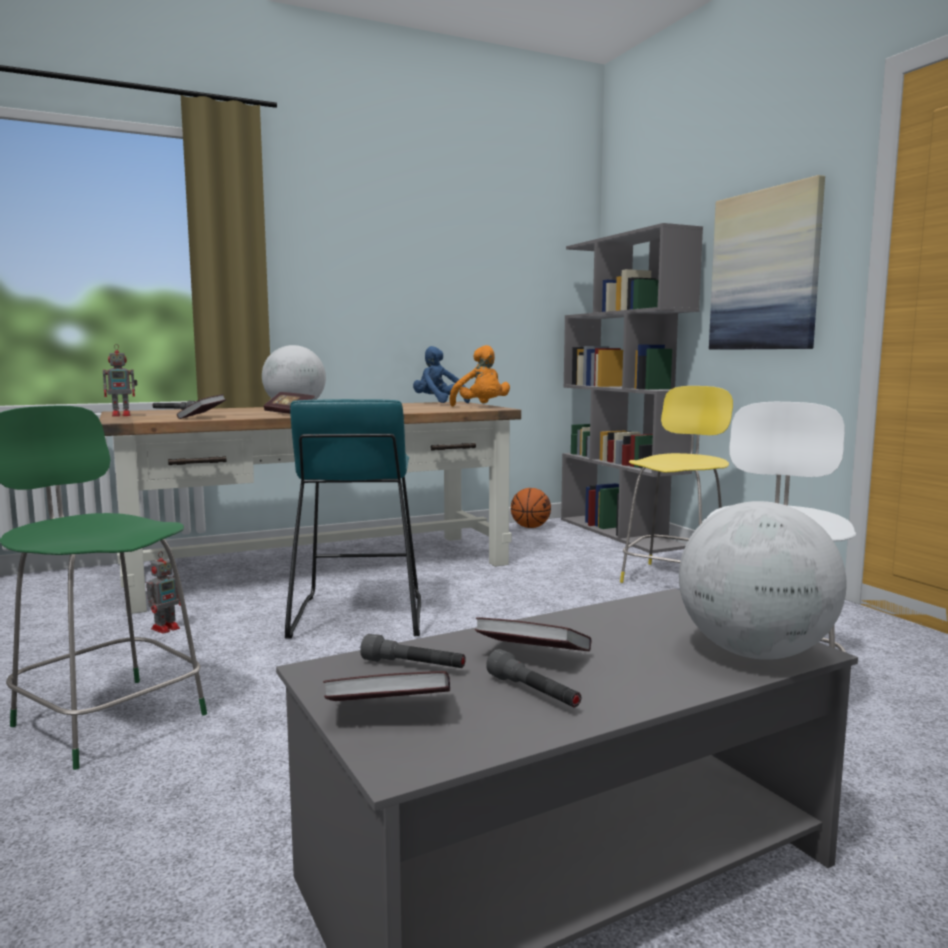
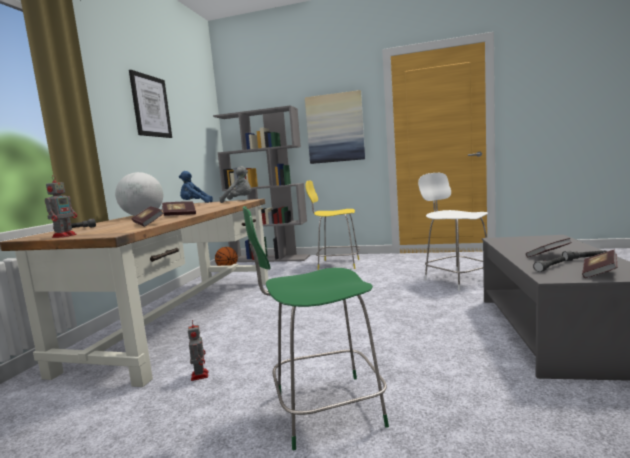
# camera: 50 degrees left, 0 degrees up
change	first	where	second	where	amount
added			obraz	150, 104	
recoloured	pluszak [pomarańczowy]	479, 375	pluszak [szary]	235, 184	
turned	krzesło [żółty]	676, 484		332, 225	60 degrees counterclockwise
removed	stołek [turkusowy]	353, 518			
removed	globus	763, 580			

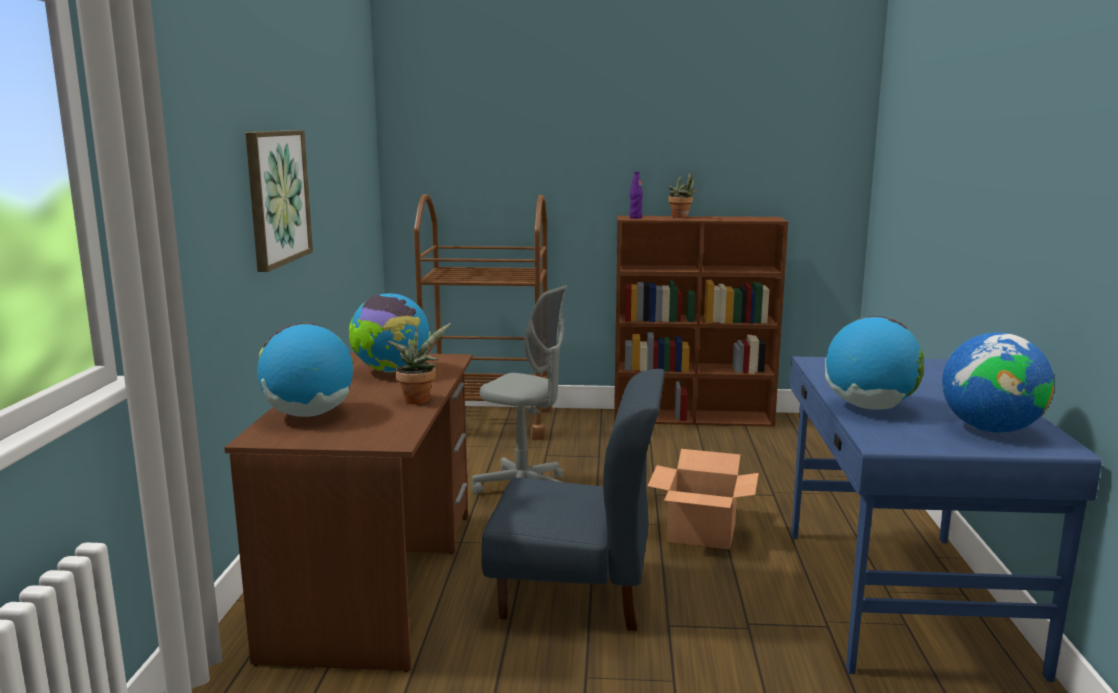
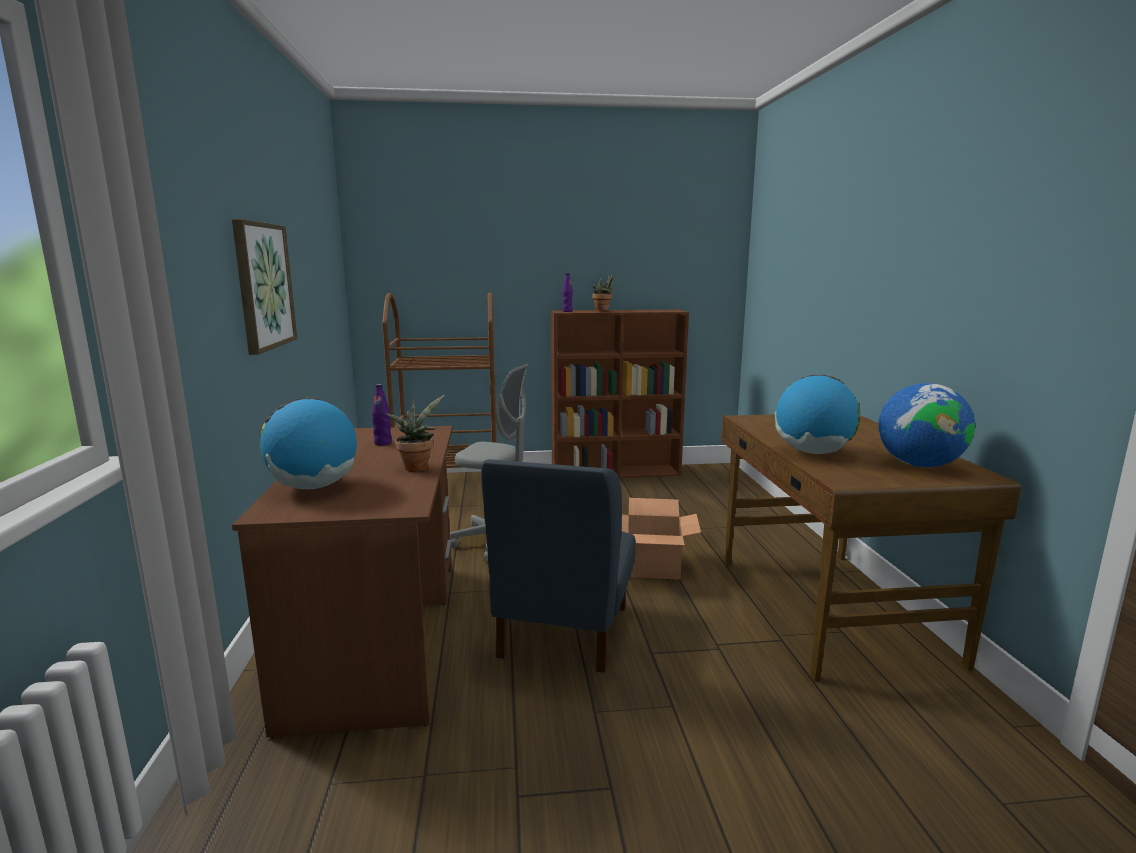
# camera: 10 degrees left, 0 degrees up
change	first	where	second	where	amount
replaced	globus	390, 332	butelka [fioletowy]	382, 414	
turned	krzesło [niebieski]	573, 500		558, 566	105 degrees clockwise
recoloured	biurko [niebieski]	946, 519	biurko [brązowy]	871, 548	

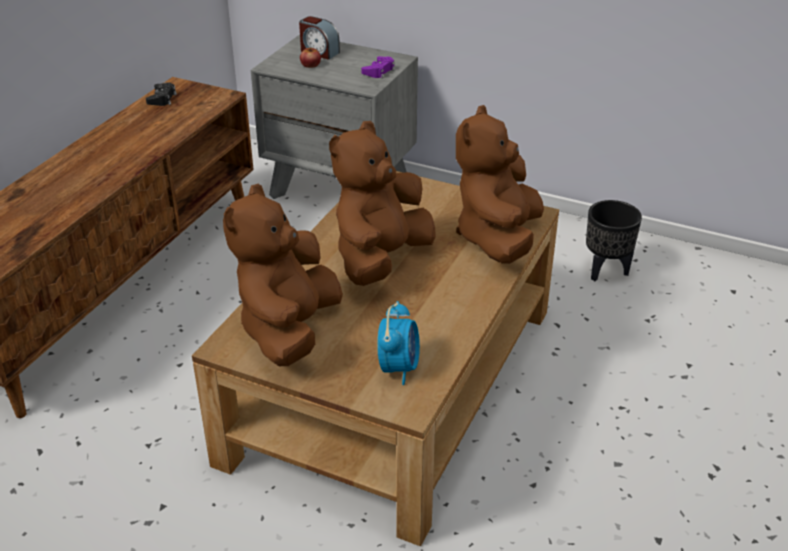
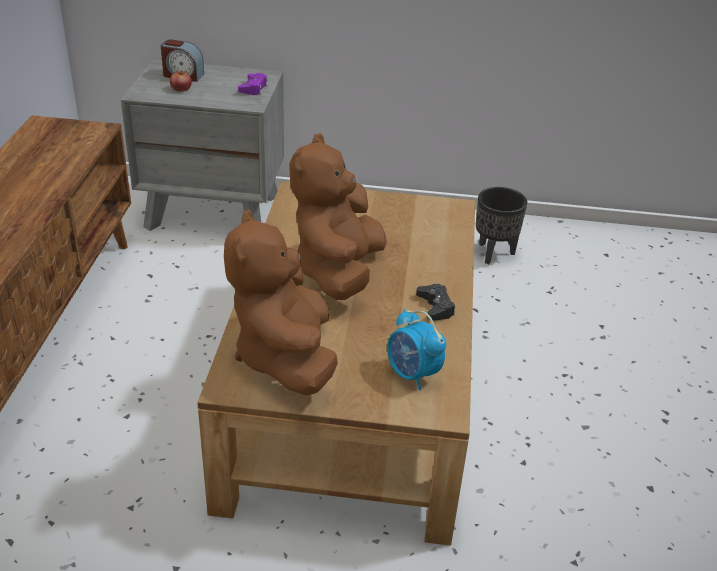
# camera: 20 degrees left, 0 degrees up
change	first	where	second	where	amount
turned	budzik	398, 343		416, 350	150 degrees clockwise
moved	pad do gier [czarny]	161, 94		435, 302	
removed	pluszak [brązowy]	500, 184			

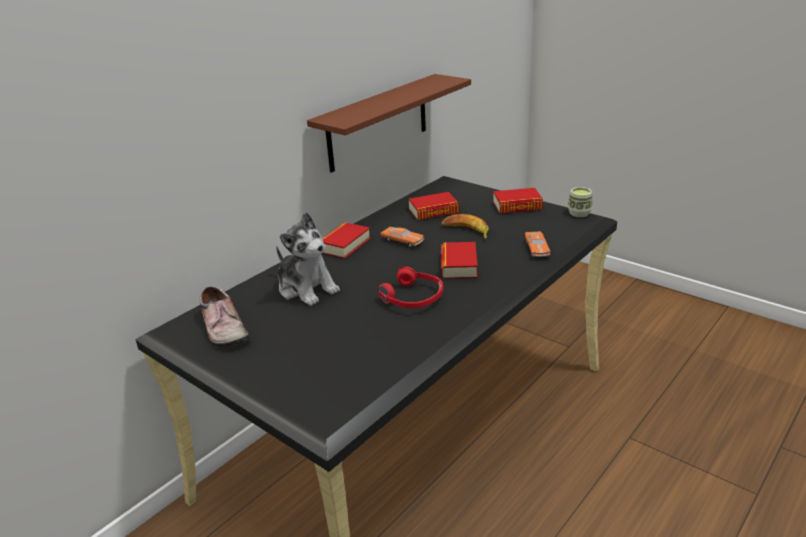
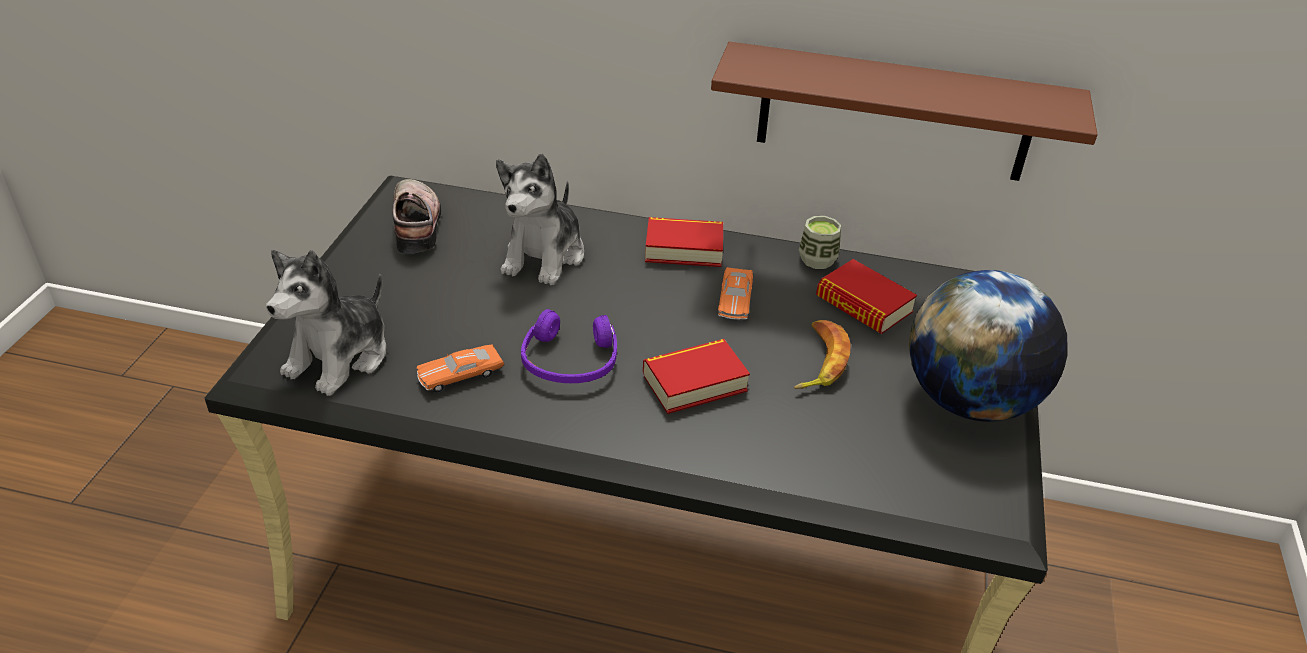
# camera: 60 degrees right, 10 degrees up
change	first	where	second	where	amount
added			pluszak	326, 323	
turned	but	225, 316		416, 216	135 degrees clockwise
moved	samochodzik [pomarańczowy]	538, 244		460, 368	
recoloured	słuchawki [czerwony]	410, 287	słuchawki [fioletowy]	569, 346	
moved	filiżanka	580, 202		820, 242	
replaced	książka	518, 200	globus	988, 346	

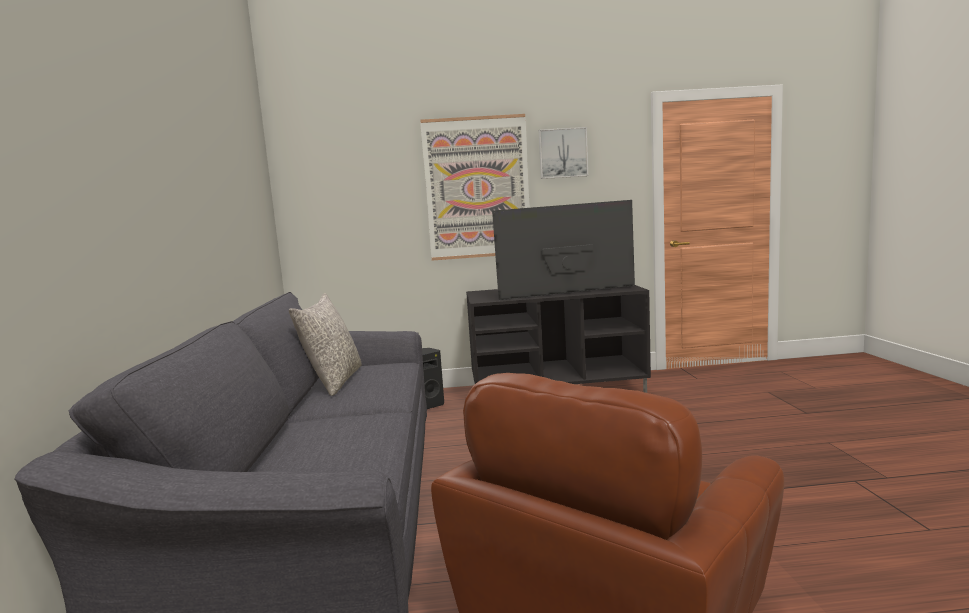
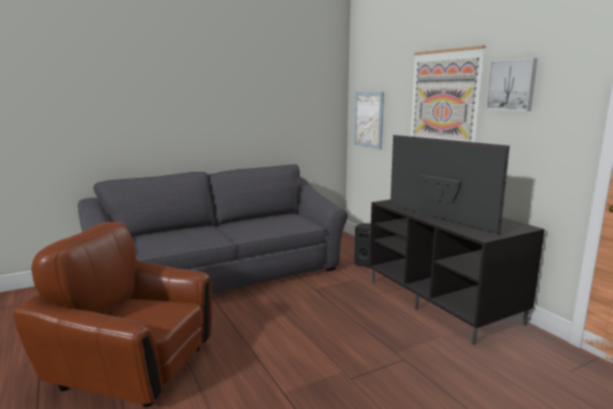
# camera: 65 degrees right, 5 degrees up
change	first	where	second	where	amount
added			obraz	369, 121	
removed	poduszka [szary]	325, 344			

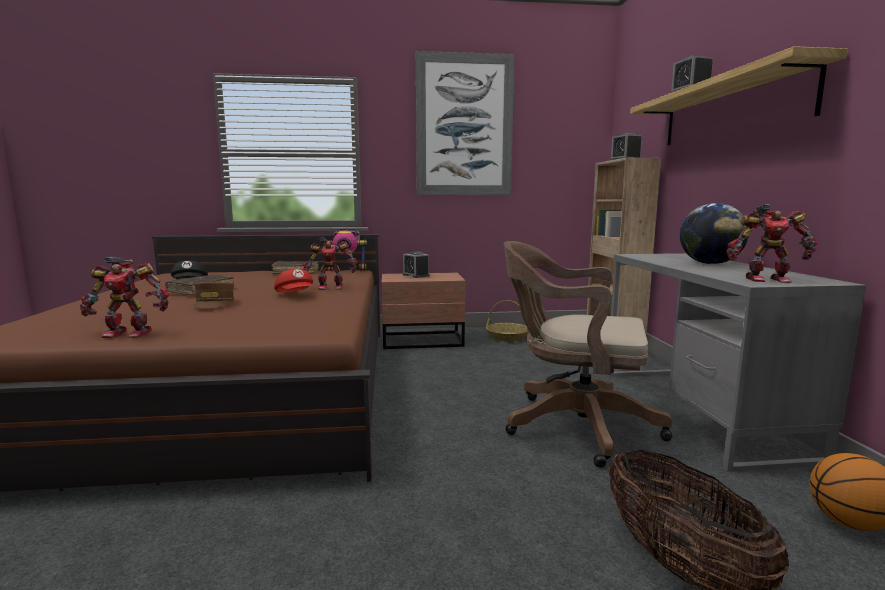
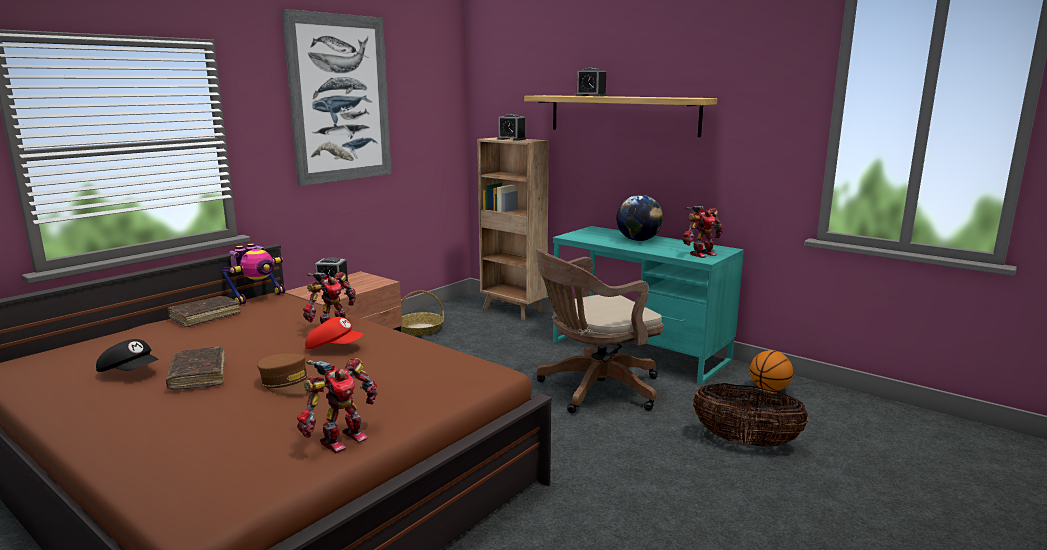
# camera: 45 degrees left, 5 degrees up
change	first	where	second	where	amount
recoloured	biurko [szary]	737, 362	biurko [turkusowy]	648, 305	

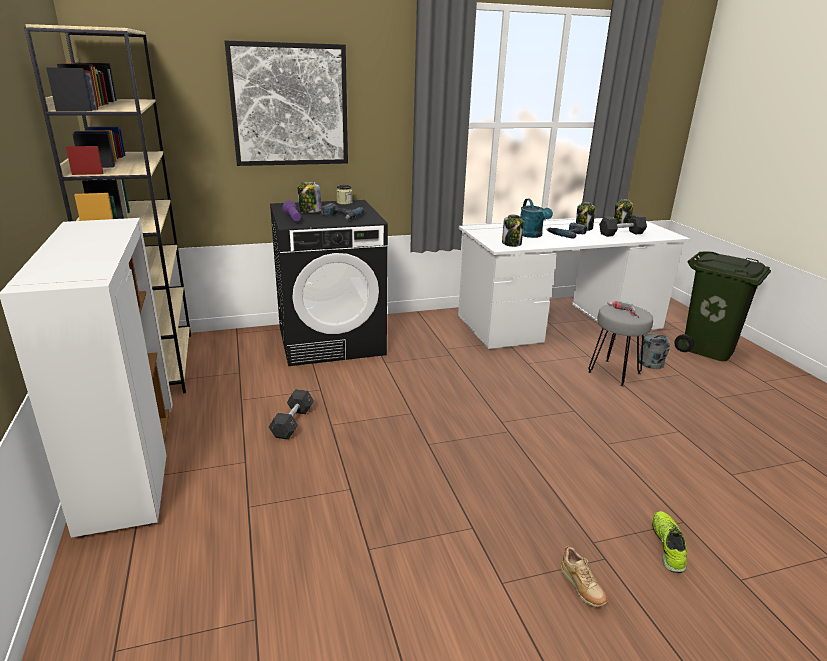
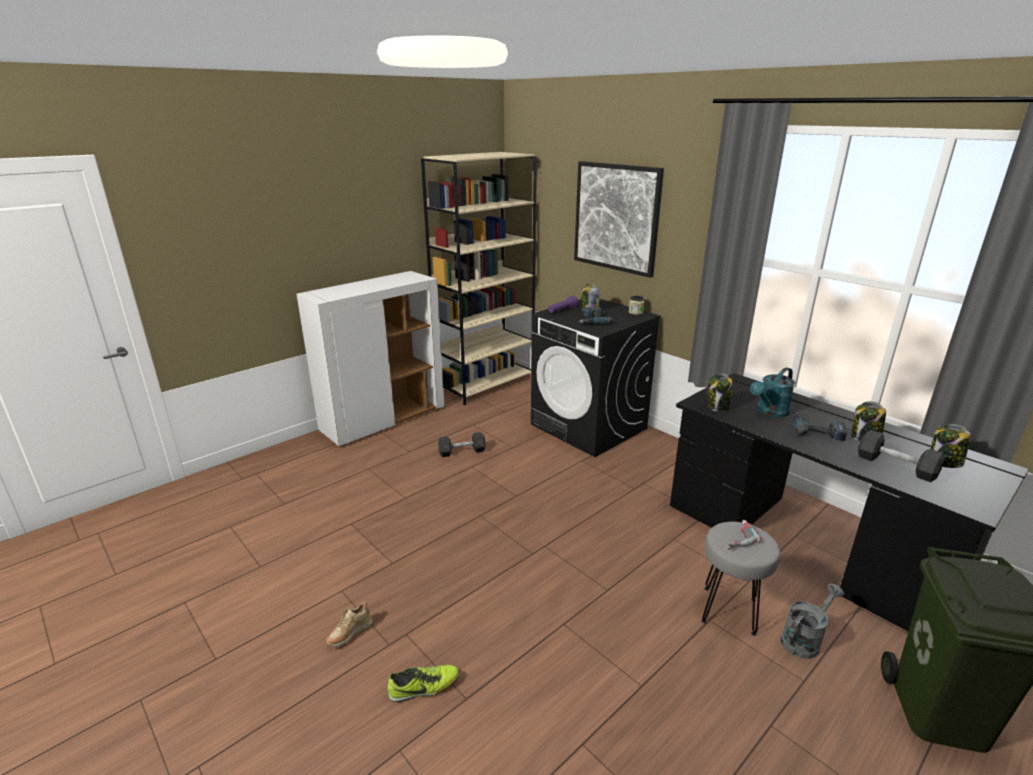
# camera: 65 degrees right, 0 degrees up
change	first	where	second	where	amount
recoloured	biurko [biały]	574, 283	biurko [czarny]	849, 502	

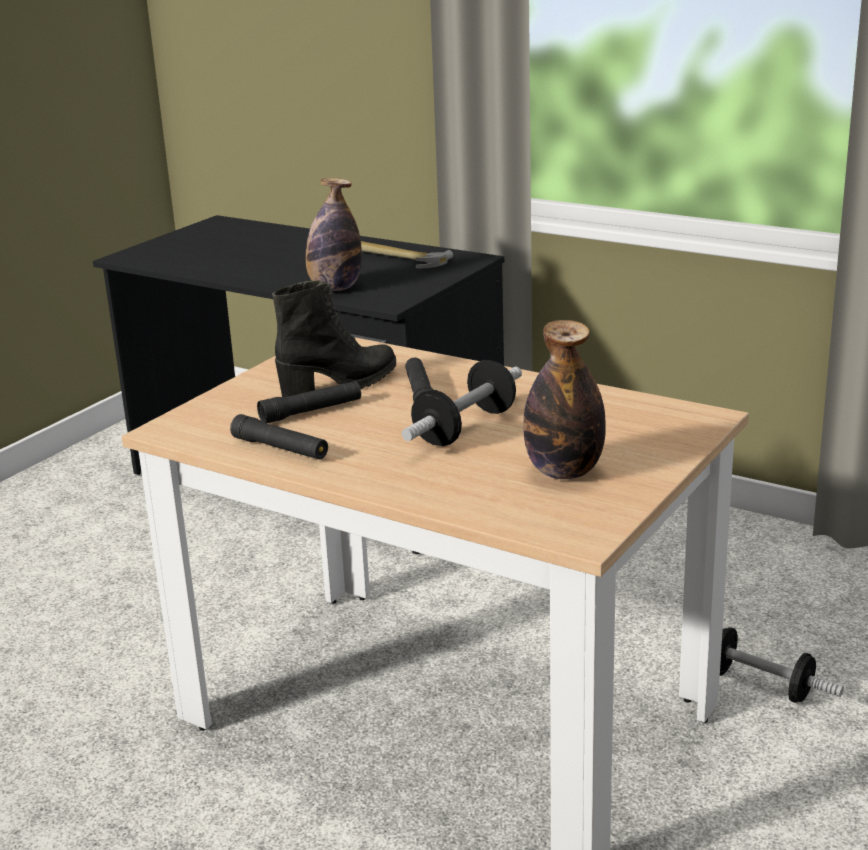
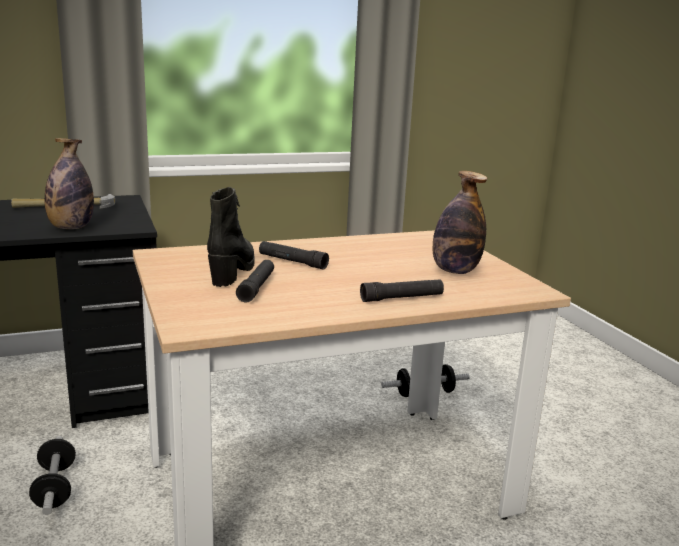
# camera: 55 degrees left, 5 degrees down
change	first	where	second	where	amount
moved	hantel	461, 403		52, 475	
moved	latarka [czarny]	279, 436		402, 290	

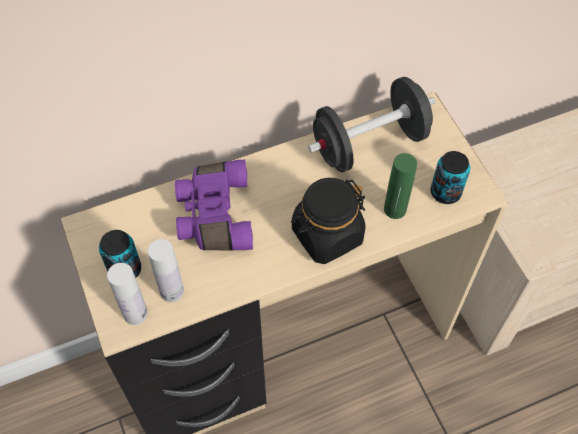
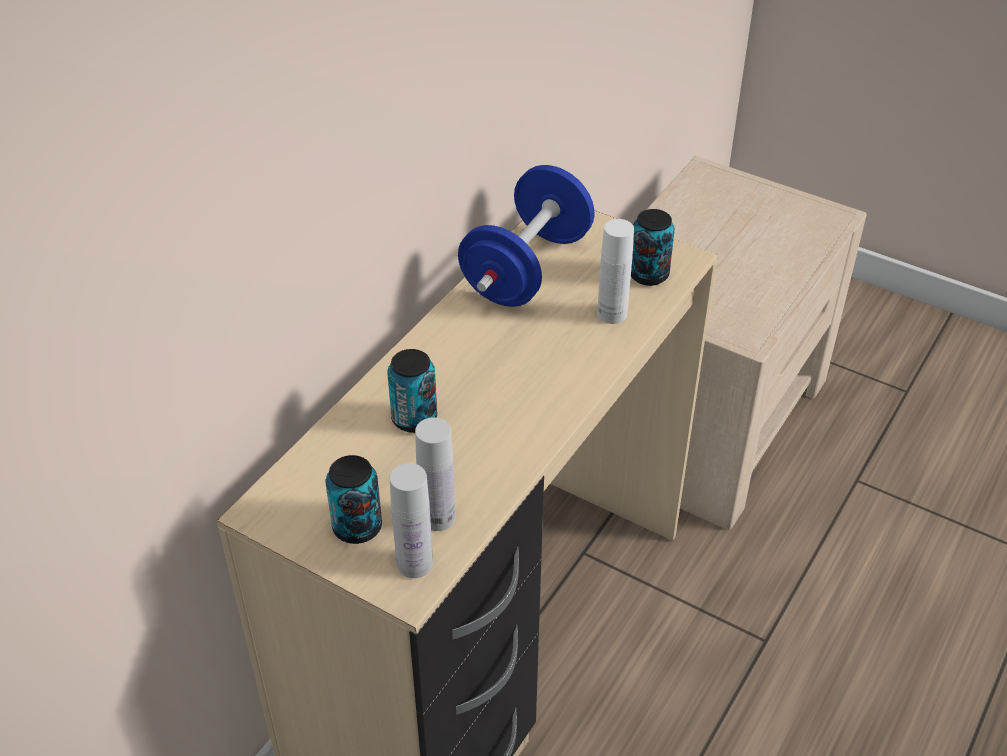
# camera: 35 degrees left, 15 degrees down
change	first	where	second	where	amount
replaced	lornetka [fioletowy]	214, 205	puszka	412, 391	
recoloured	hantel [czarny]	371, 124	hantel [niebieski]	526, 236	
recoloured	butelka [zielony]	400, 186	butelka [biały]	615, 271	
removed	słoik [czarny]	328, 221			

